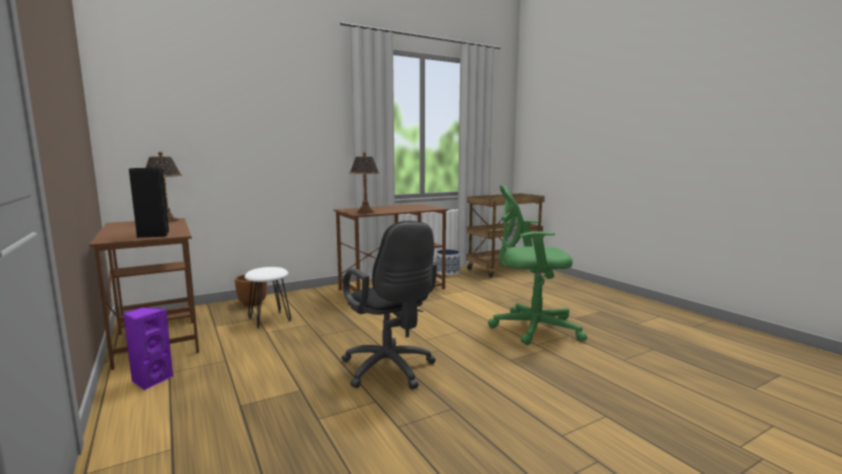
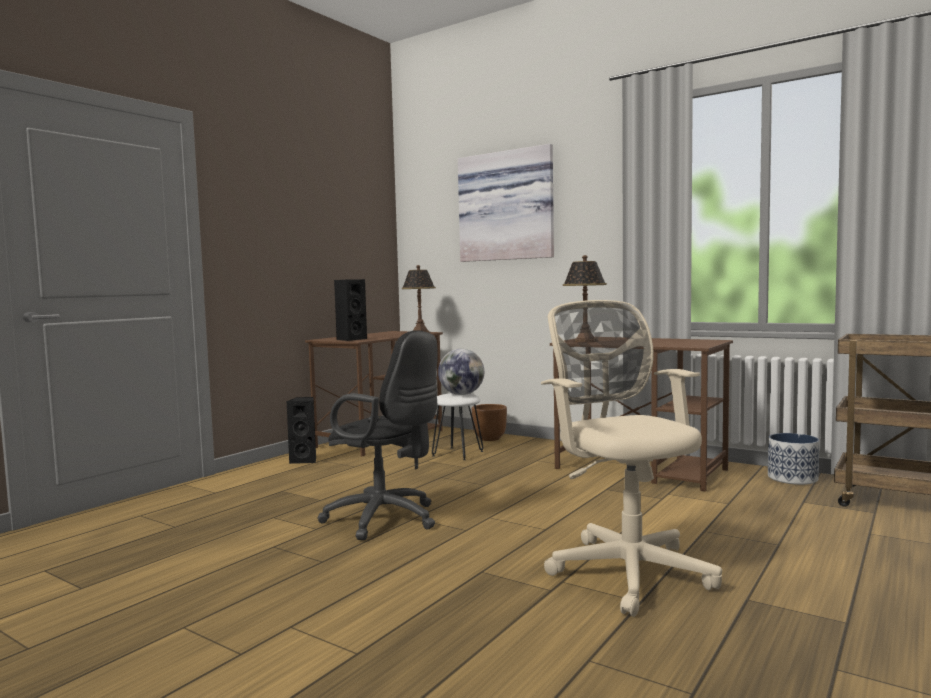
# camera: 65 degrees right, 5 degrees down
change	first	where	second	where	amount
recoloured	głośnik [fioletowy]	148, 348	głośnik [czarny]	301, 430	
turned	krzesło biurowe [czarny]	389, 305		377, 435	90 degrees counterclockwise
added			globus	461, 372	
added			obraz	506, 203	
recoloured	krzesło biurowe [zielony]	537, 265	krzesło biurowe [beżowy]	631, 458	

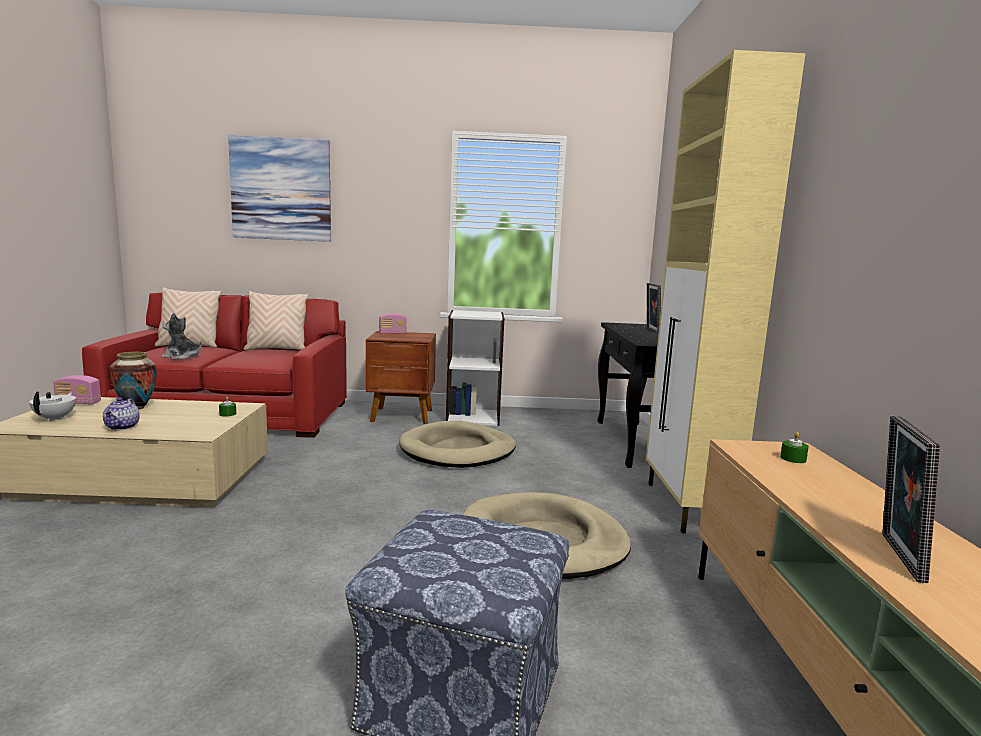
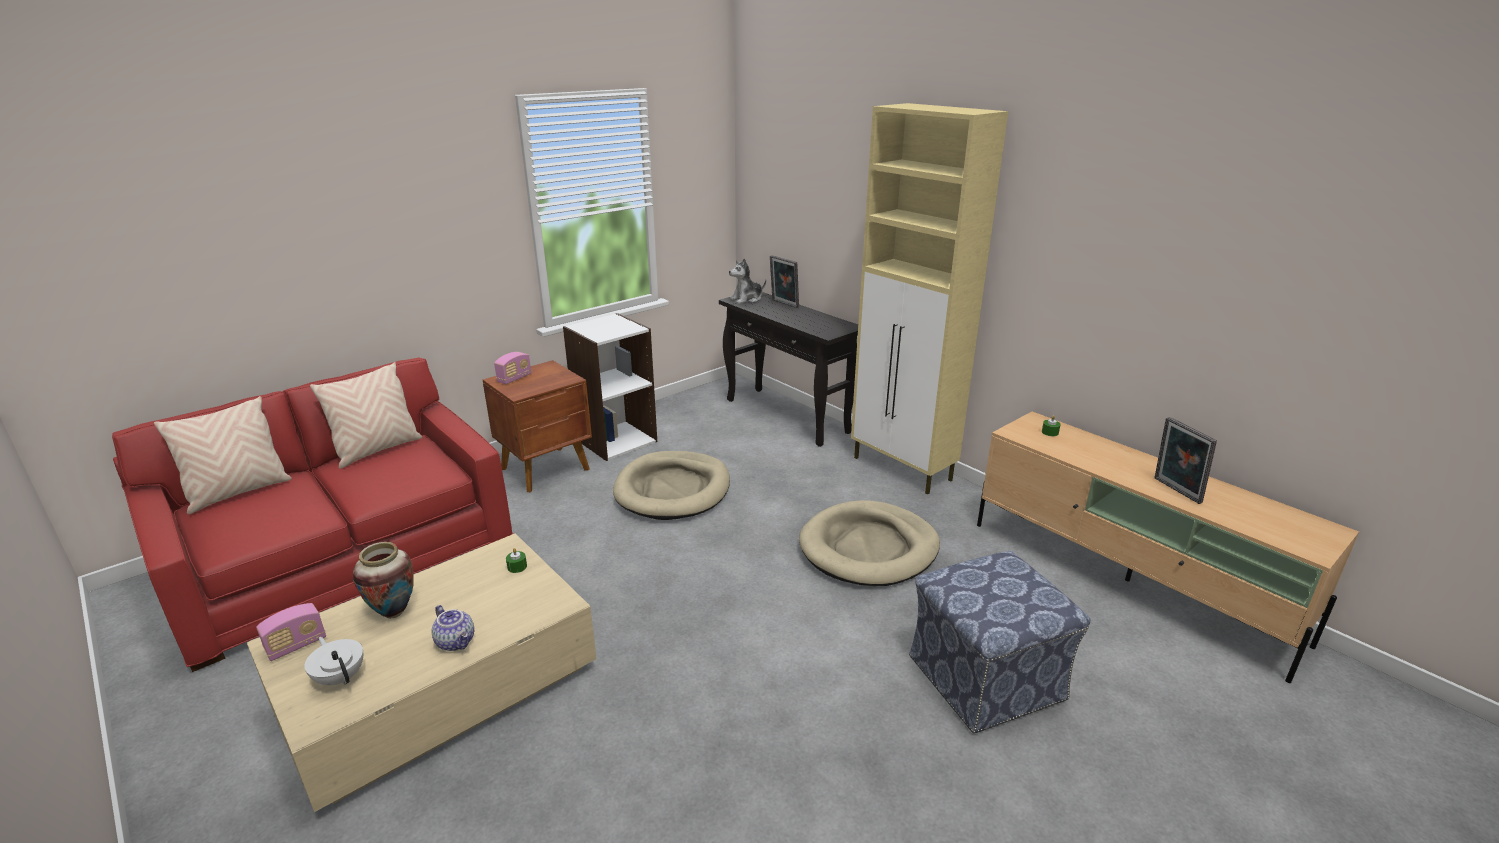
# camera: 40 degrees left, 15 degrees up
change	first	where	second	where	amount
moved	pluszak	181, 336		747, 281	
removed	obraz	279, 188			

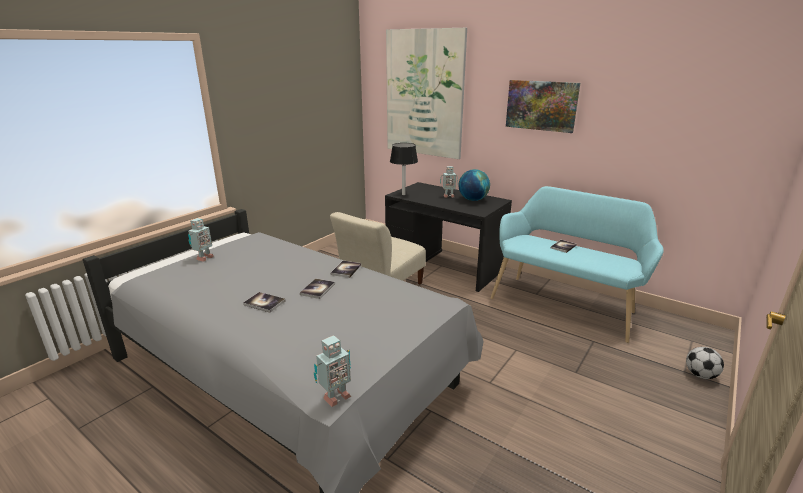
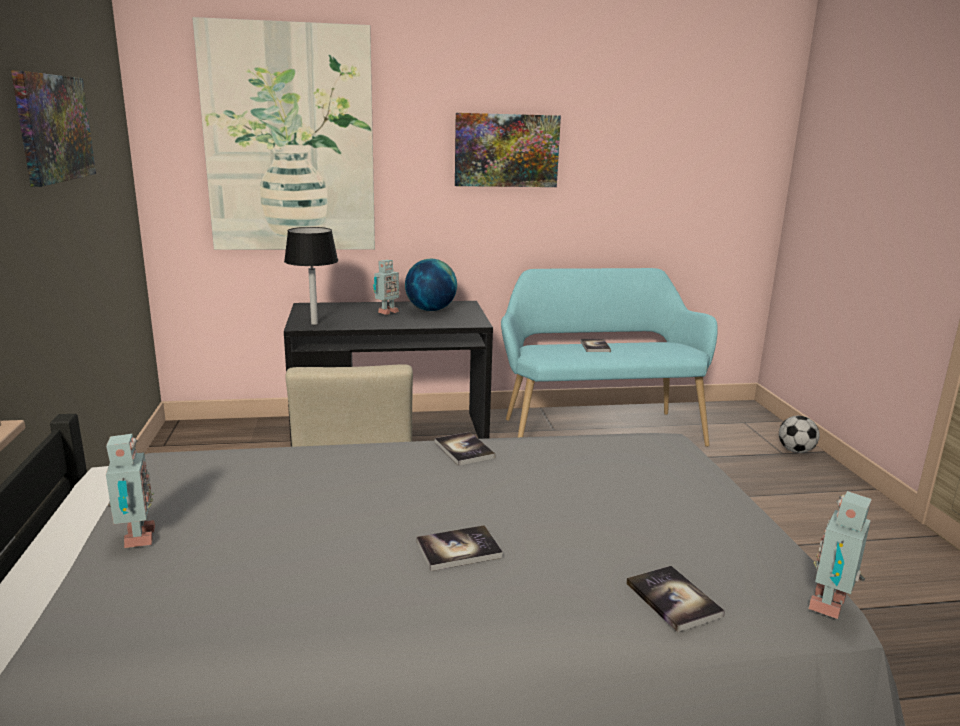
# camera: 45 degrees left, 5 degrees down
change	first	where	second	where	amount
added			obraz	53, 129	
moved	książka	317, 289		675, 599	
turned	robot zabawkowy	332, 371		840, 555	150 degrees counterclockwise

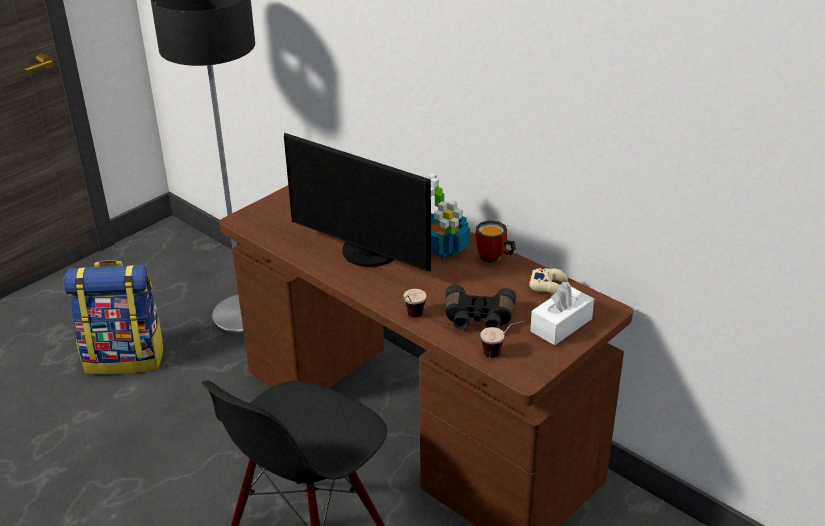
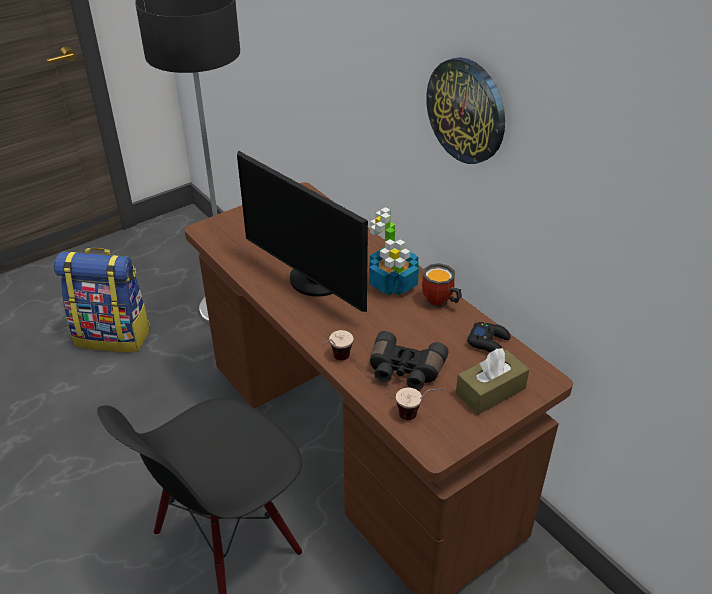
# camera: 10 degrees right, 5 degrees up
change	first	where	second	where	amount
added			zegar ścienny	465, 110	
recoloured	pudełko chusteczek [biały]	562, 313	pudełko chusteczek [brązowy]	492, 381	
recoloured	pad do gier [beżowy]	548, 281	pad do gier [czarny]	488, 337	

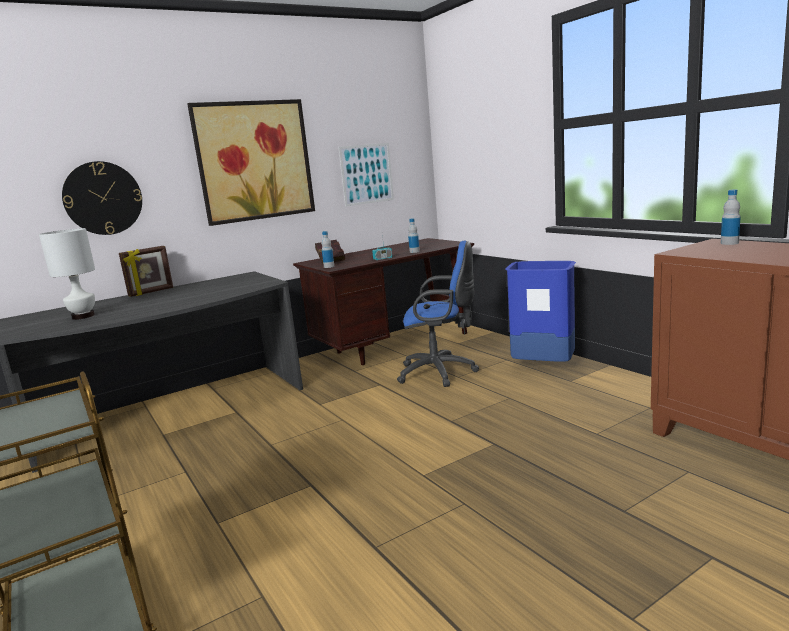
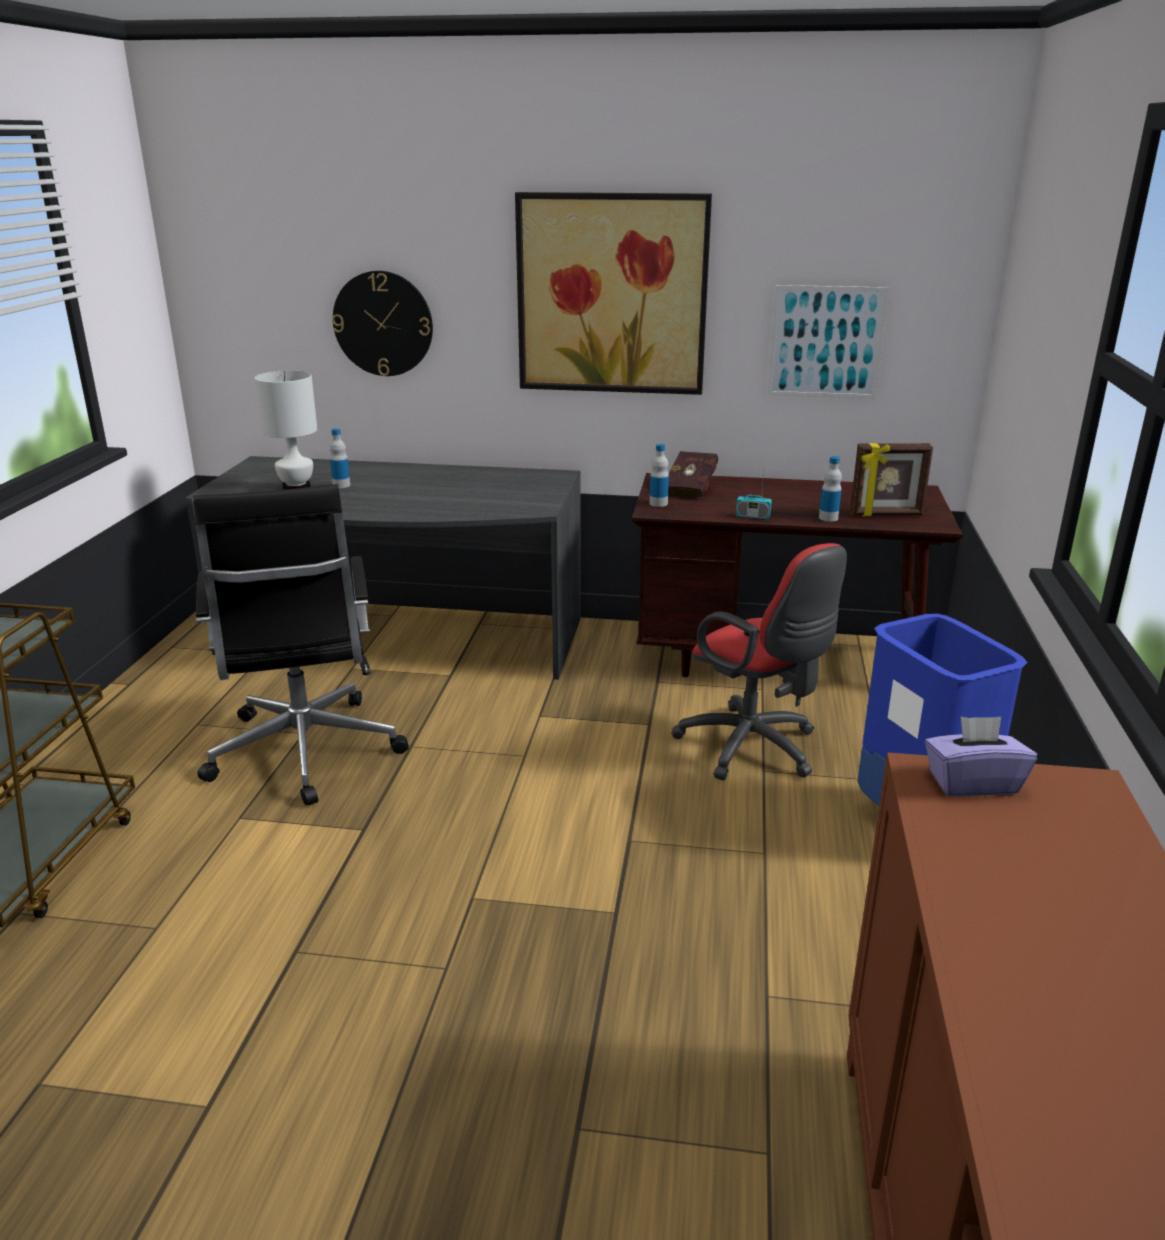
# camera: 40 degrees right, 10 degrees up
change	first	where	second	where	amount
added			krzesło biurowe [czarny]	300, 645	
moved	butelka	731, 217		340, 458	
recoloured	krzesło biurowe [niebieski]	438, 314	krzesło biurowe [czerwony]	759, 662	
moved	ramka na zdjęcie	146, 271		891, 480	
added			pudełko chusteczek [fioletowy]	981, 756	

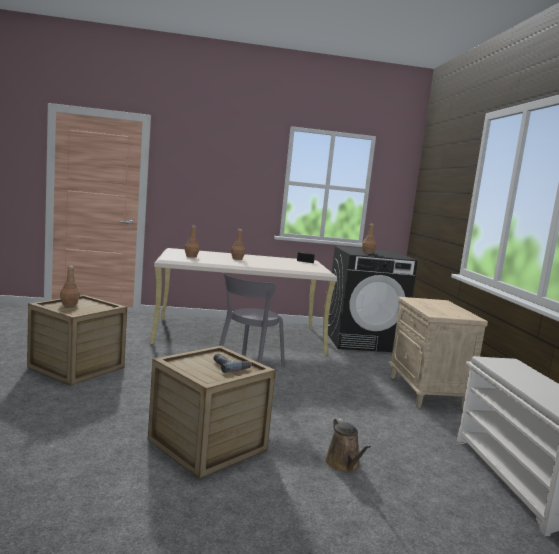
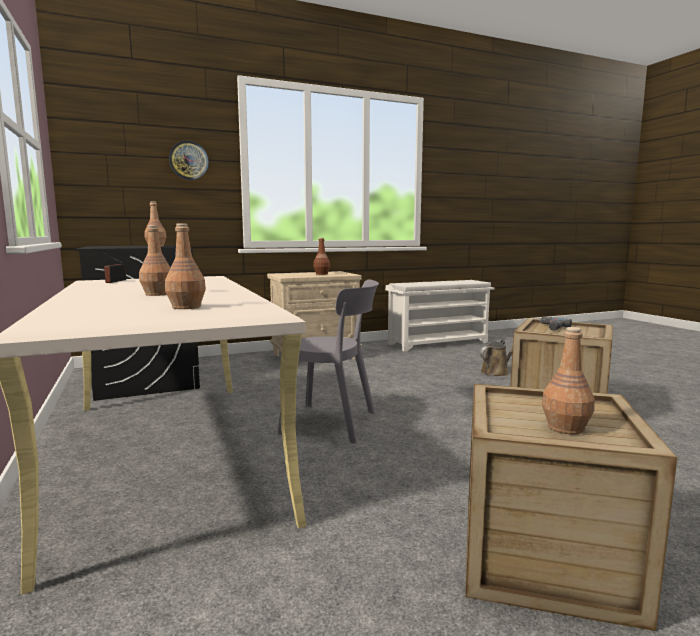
# camera: 105 degrees left, 0 degrees up
change	first	where	second	where	amount
added			zegar ścienny	189, 160	
added			butelka [brązowy]	321, 256	

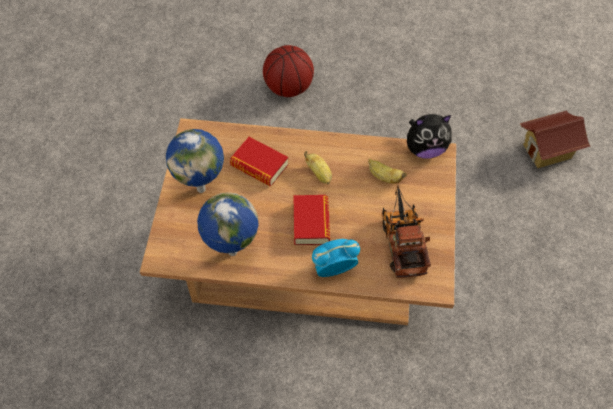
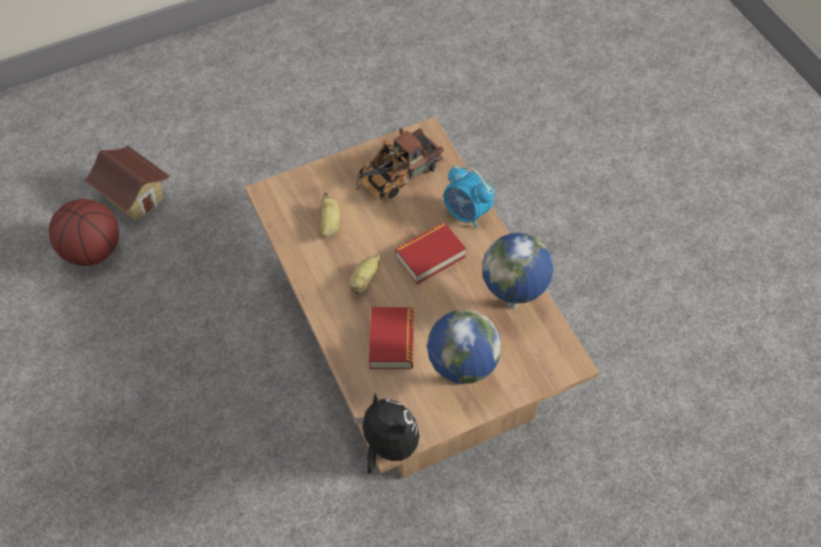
# camera: 120 degrees left, 0 degrees up
change	first	where	second	where	amount
moved	piłka do koszykówki	288, 71		84, 232	
moved	pluszak	429, 136		386, 433	

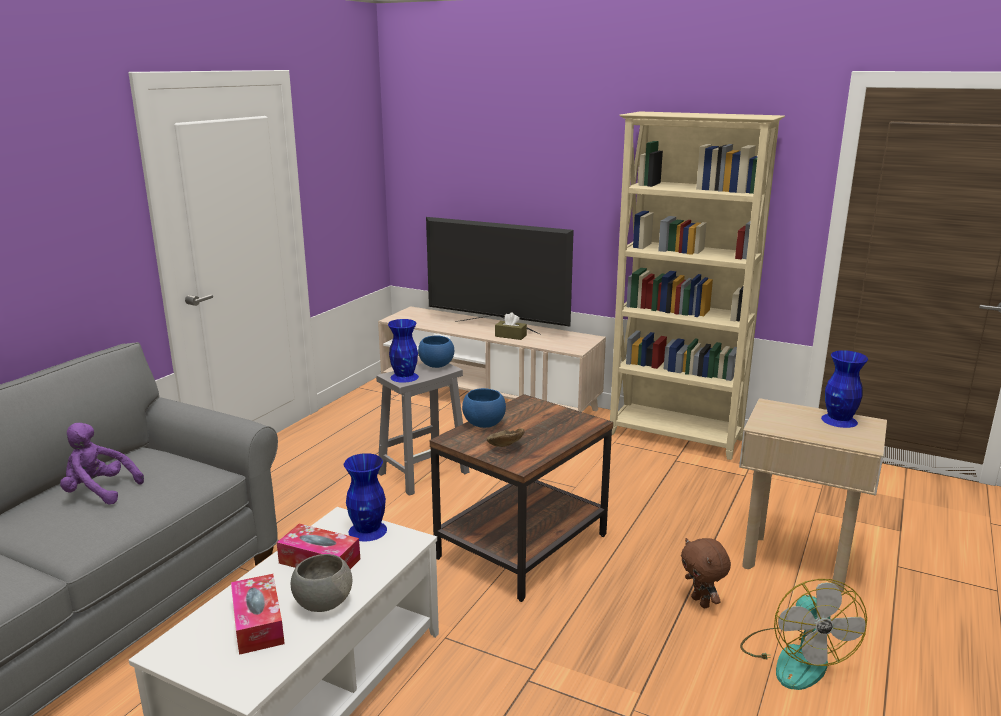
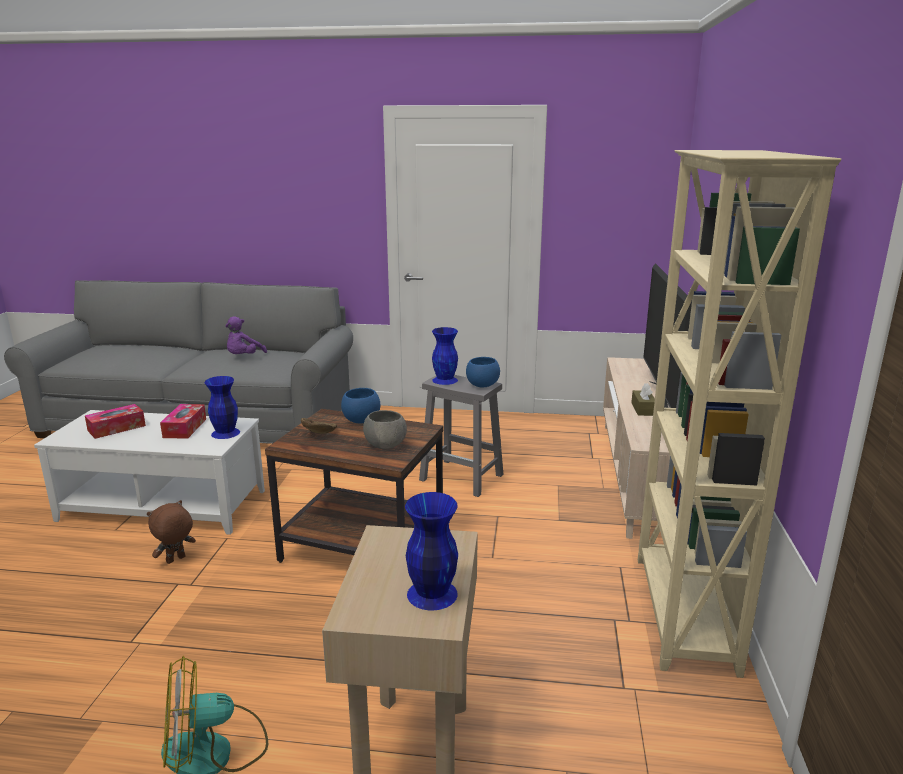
# camera: 70 degrees right, 0 degrees up
change	first	where	second	where	amount
moved	pluszak [brązowy]	706, 573		171, 532	
turned	pluszak [fioletowy]	102, 463		246, 335	150 degrees counterclockwise
moved	miska [szary]	321, 583		385, 429	

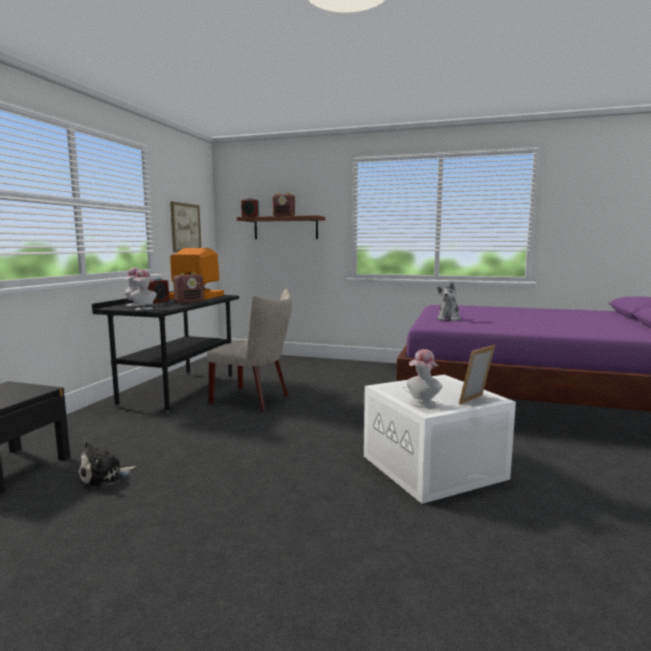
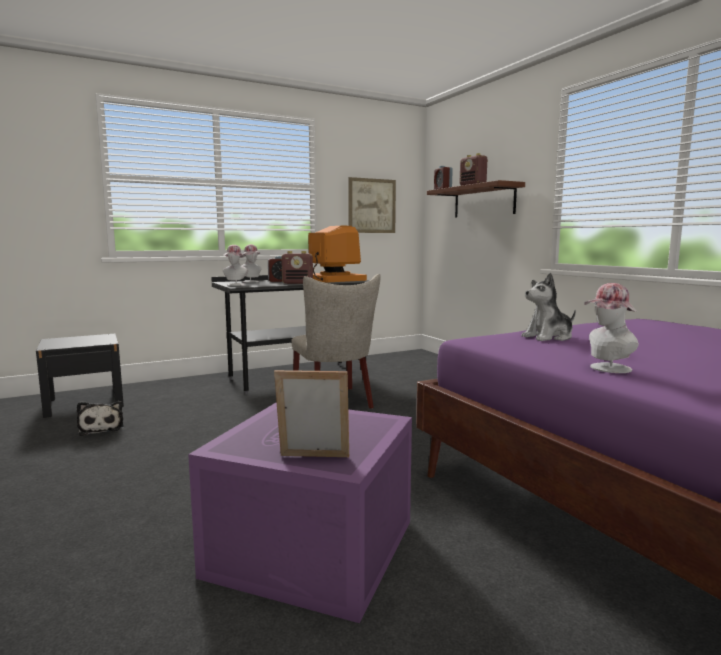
# camera: 45 degrees right, 0 degrees up
change	first	where	second	where	amount
turned	pluszak	107, 464		100, 418	120 degrees counterclockwise
recoloured	pojemnik do przechowywania [biały]	440, 439	pojemnik do przechowywania [fioletowy]	300, 512	
moved	kapelusz	424, 378		611, 328	

